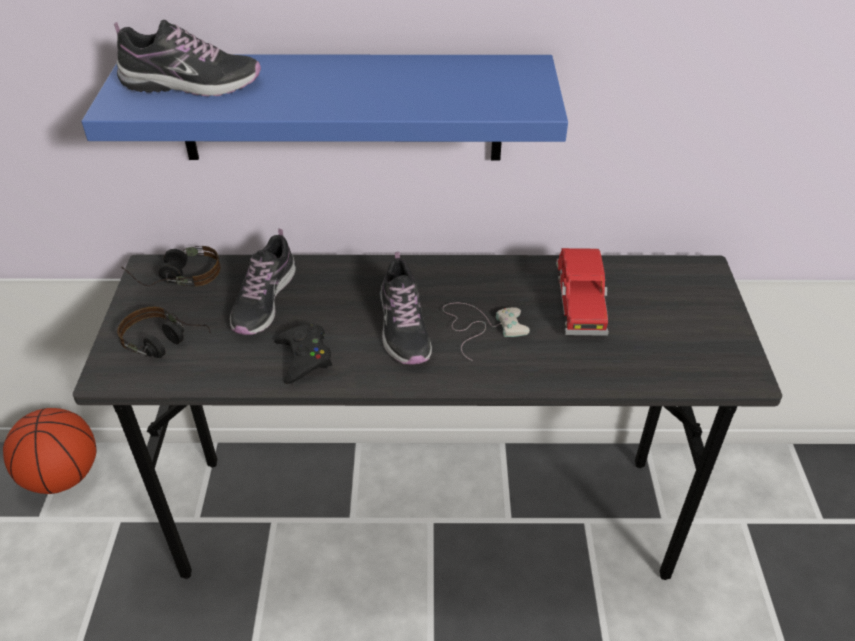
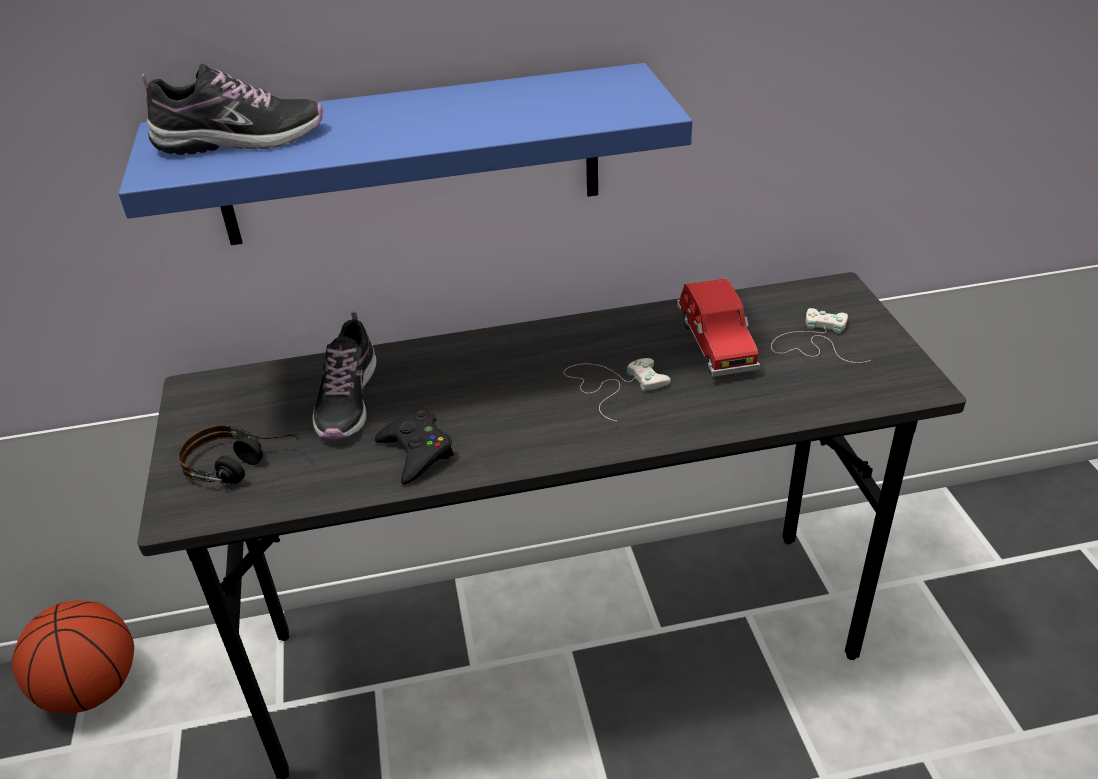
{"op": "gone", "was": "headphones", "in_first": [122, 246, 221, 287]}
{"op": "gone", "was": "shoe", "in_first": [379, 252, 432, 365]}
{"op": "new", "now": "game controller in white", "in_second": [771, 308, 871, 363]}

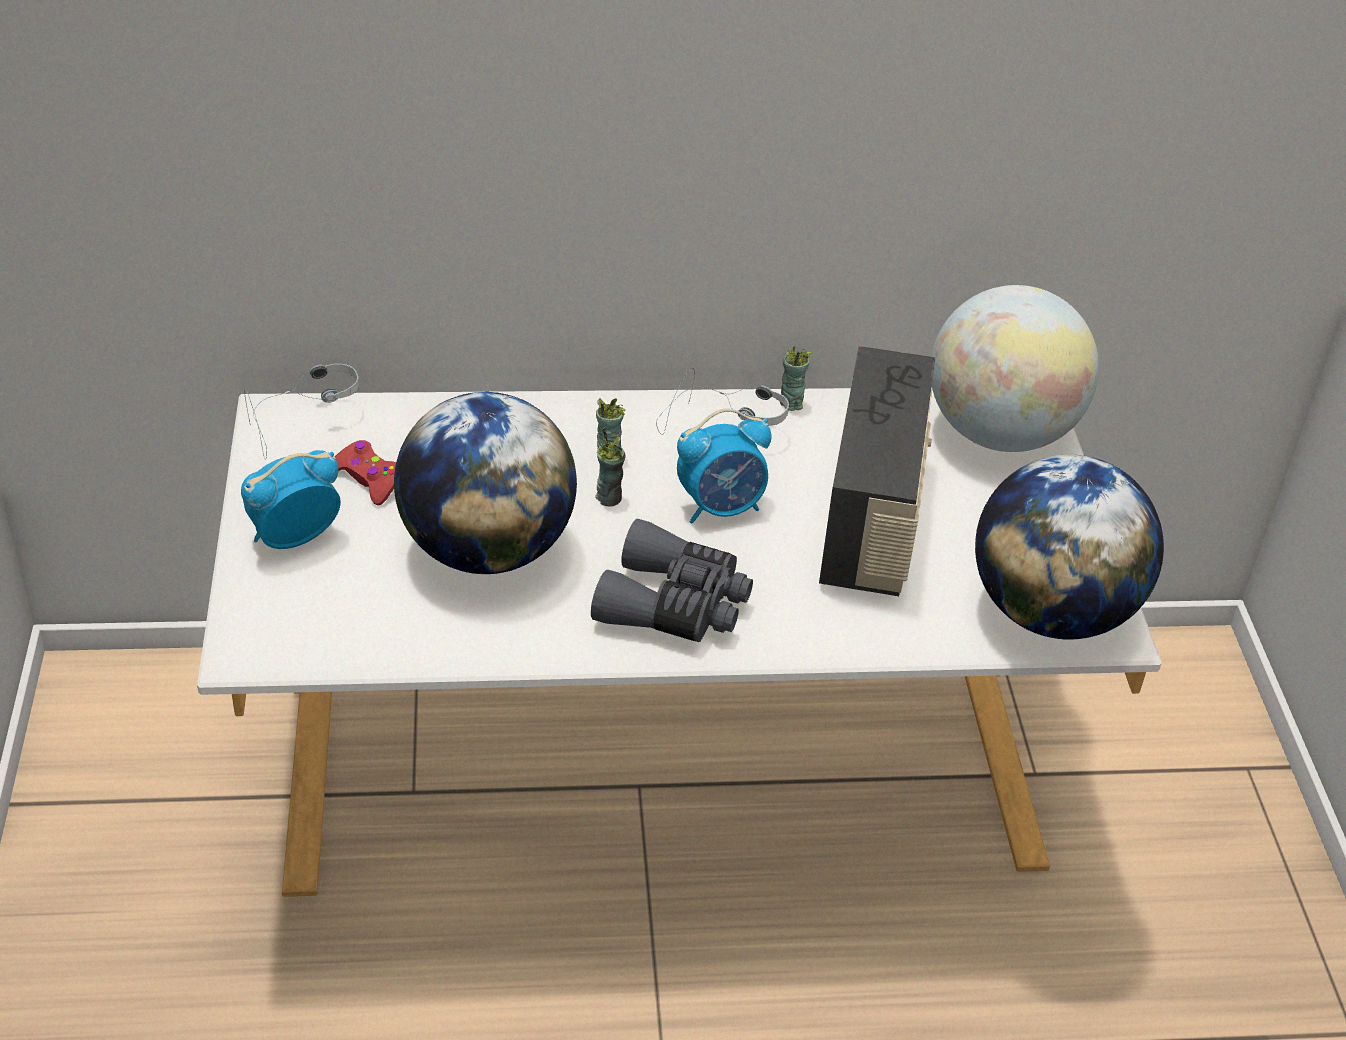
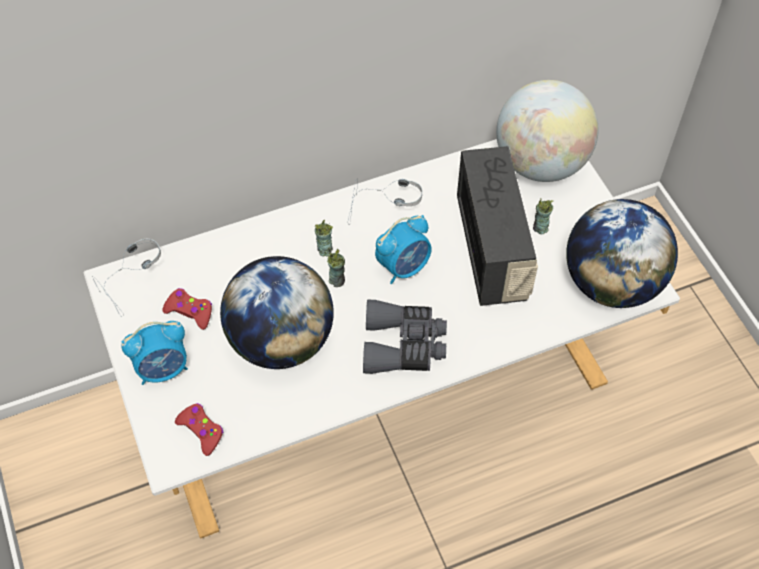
{"op": "rotated", "was": "alarm clock", "in_first": [241, 450, 341, 549], "in_second": [121, 321, 188, 385], "clockwise": -150}
{"op": "shifted", "was": "cup", "in_first": [780, 345, 812, 411], "in_second": [533, 199, 554, 234]}
{"op": "new", "now": "game controller in red", "in_second": [175, 403, 223, 456]}

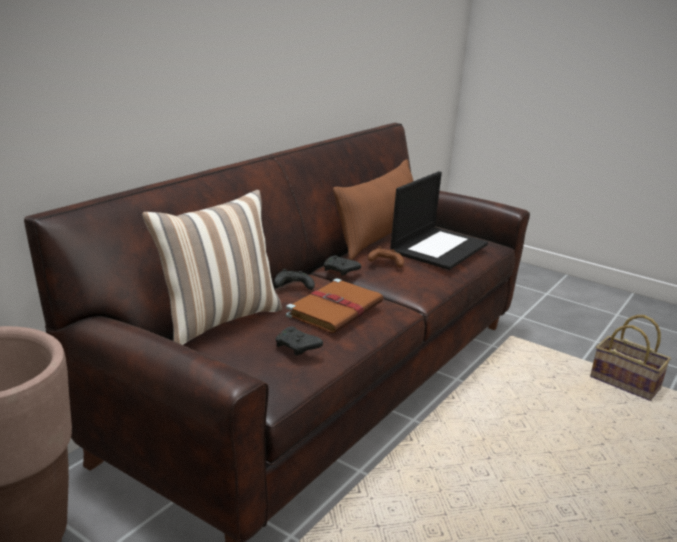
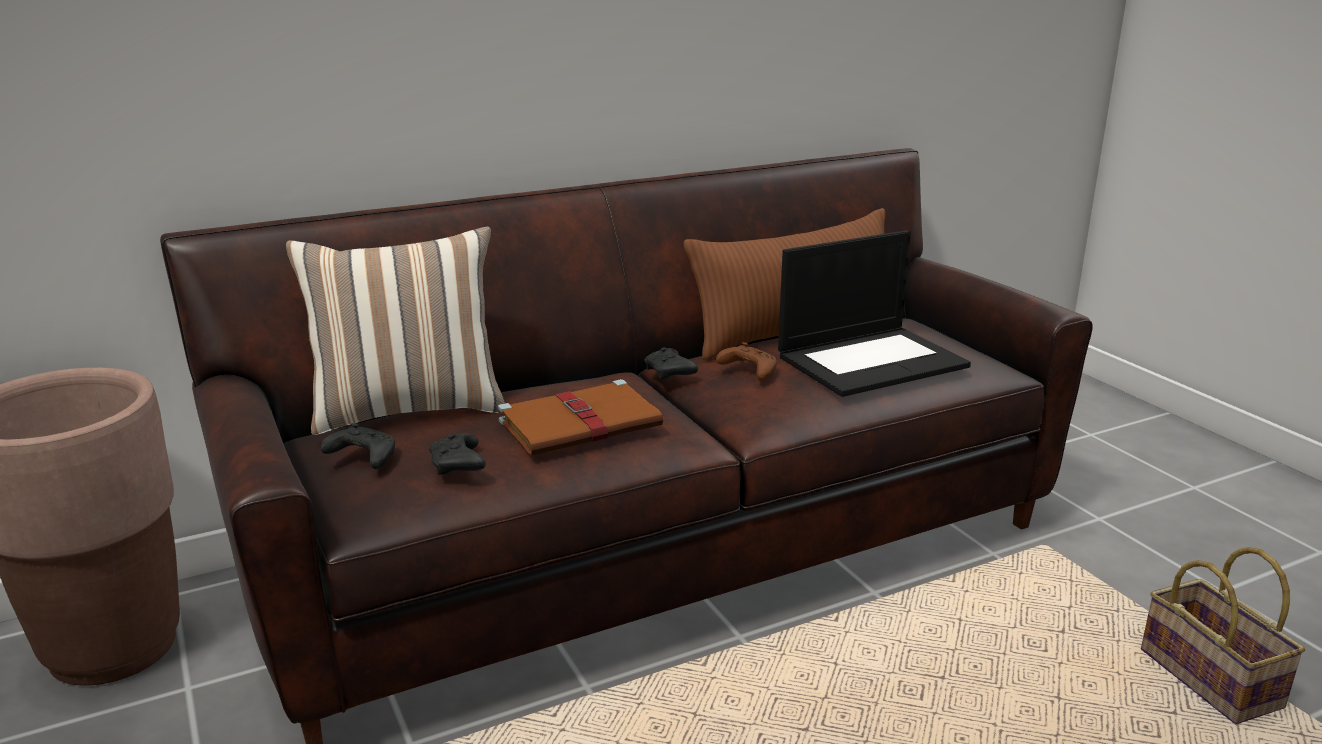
{"op": "shifted", "was": "game controller in black", "in_first": [274, 269, 315, 290], "in_second": [320, 423, 395, 469]}

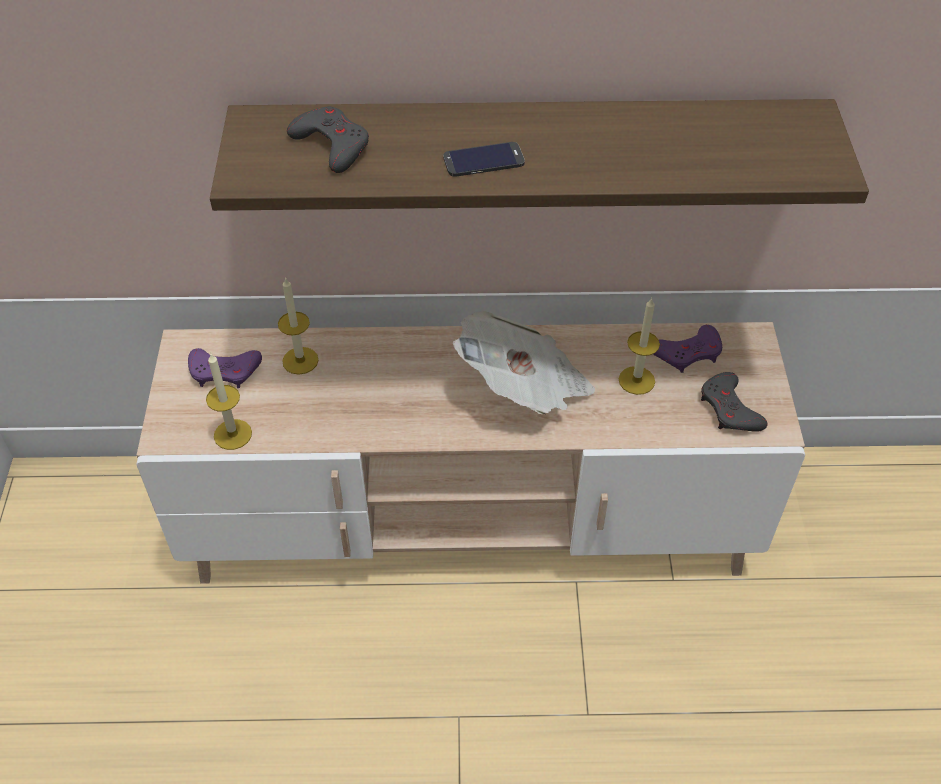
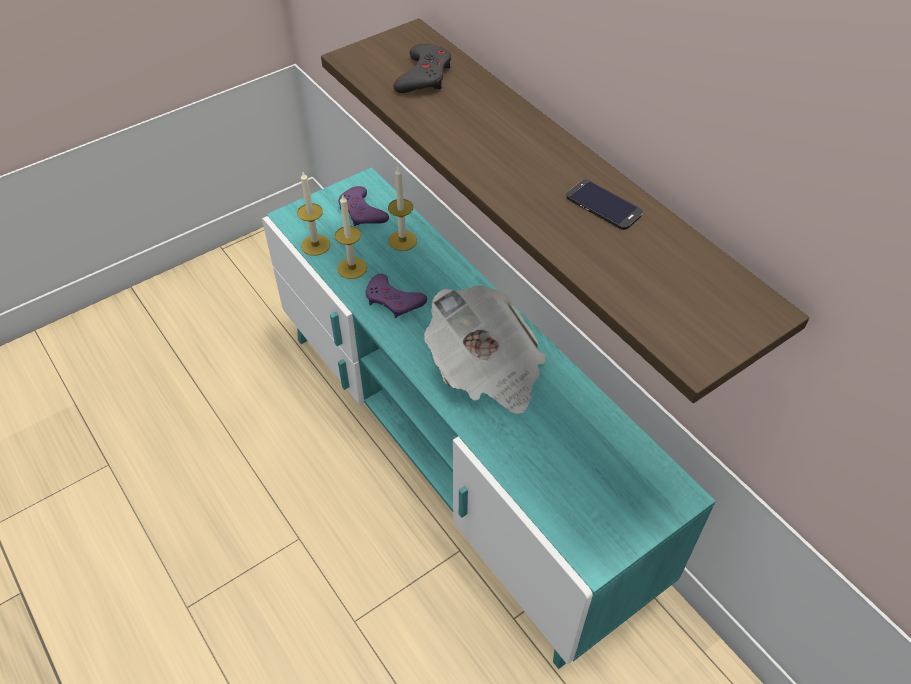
{"op": "repainted", "was": "tv stand in beige", "now": "tv stand in turquoise", "in_first": [137, 322, 805, 584], "in_second": [262, 167, 716, 669]}
{"op": "shifted", "was": "phone", "in_first": [443, 142, 525, 177], "in_second": [566, 180, 643, 230]}
{"op": "shifted", "was": "candle", "in_first": [619, 298, 660, 395], "in_second": [335, 194, 367, 279]}
{"op": "shifted", "was": "game controller in purple", "in_first": [654, 325, 722, 373], "in_second": [366, 274, 427, 318]}
{"op": "gone", "was": "game controller in grey", "in_first": [701, 372, 768, 432]}

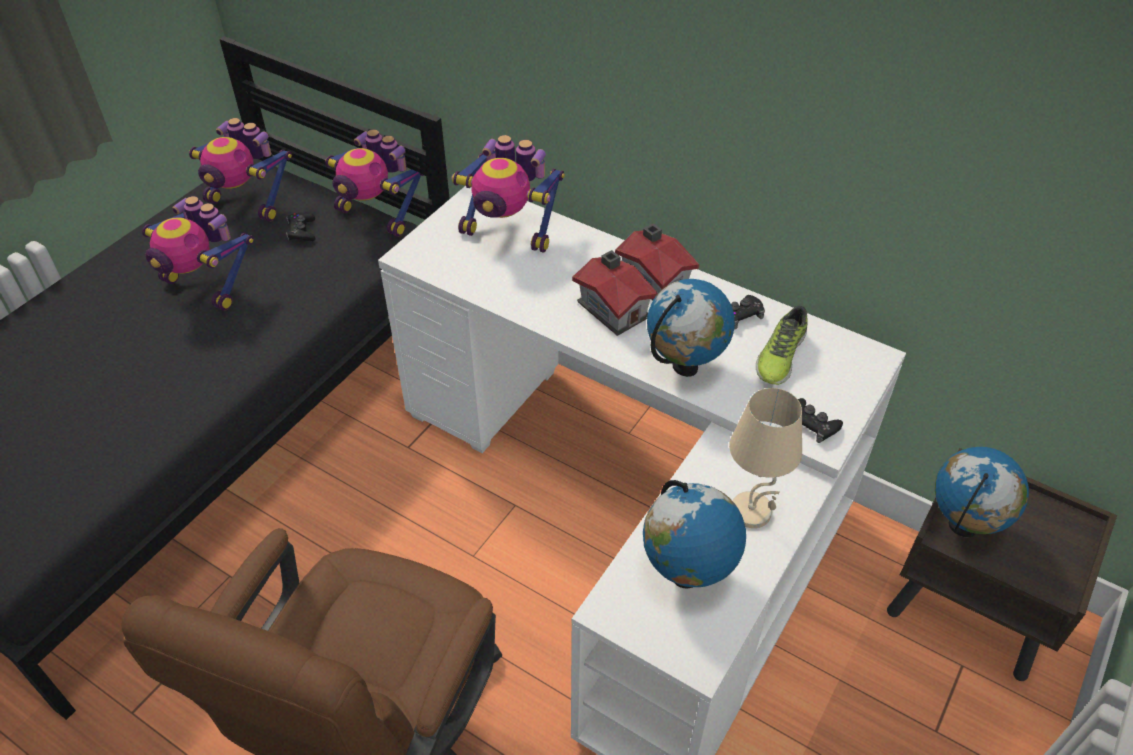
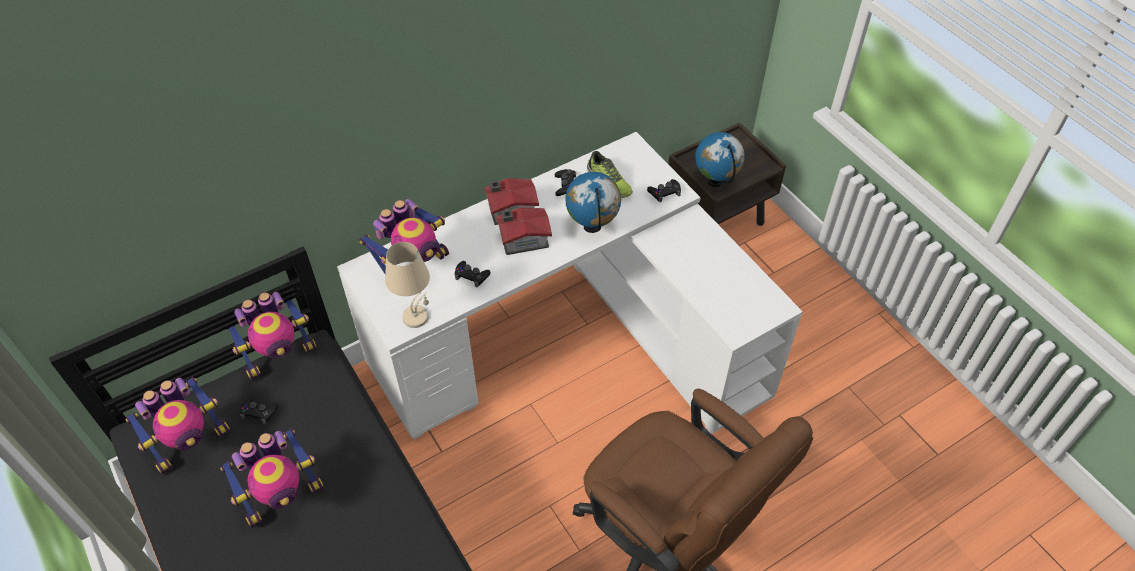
{"op": "gone", "was": "globe", "in_first": [643, 480, 746, 589]}
{"op": "shifted", "was": "table lamp in beige", "in_first": [729, 388, 802, 528], "in_second": [385, 242, 430, 328]}
{"op": "new", "now": "game controller in black", "in_second": [455, 261, 490, 287]}

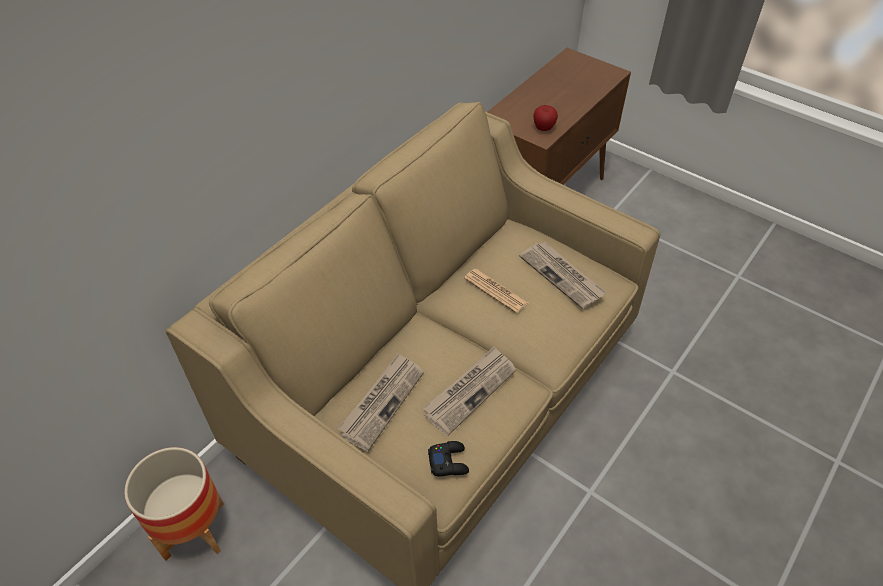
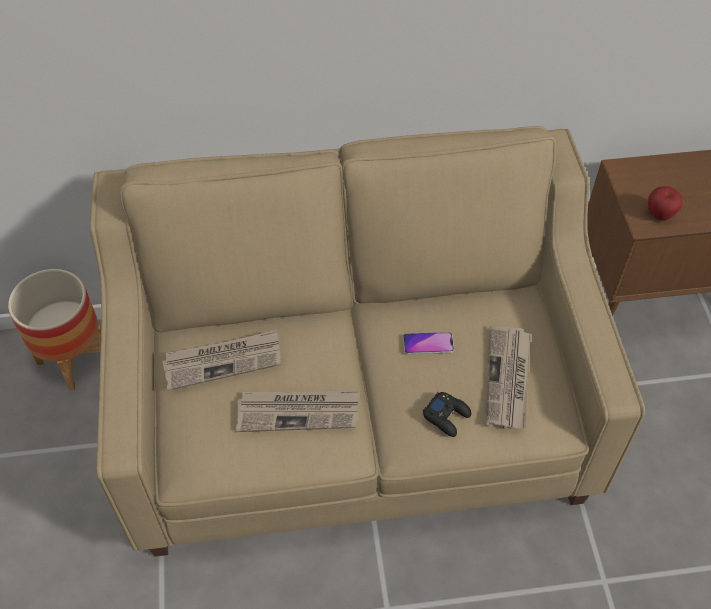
{"op": "shifted", "was": "game controller in black", "in_first": [428, 441, 469, 476], "in_second": [423, 392, 471, 437]}
{"op": "swapped", "was": "newspaper", "now": "phone", "in_first": [464, 269, 529, 313], "in_second": [403, 332, 454, 355]}

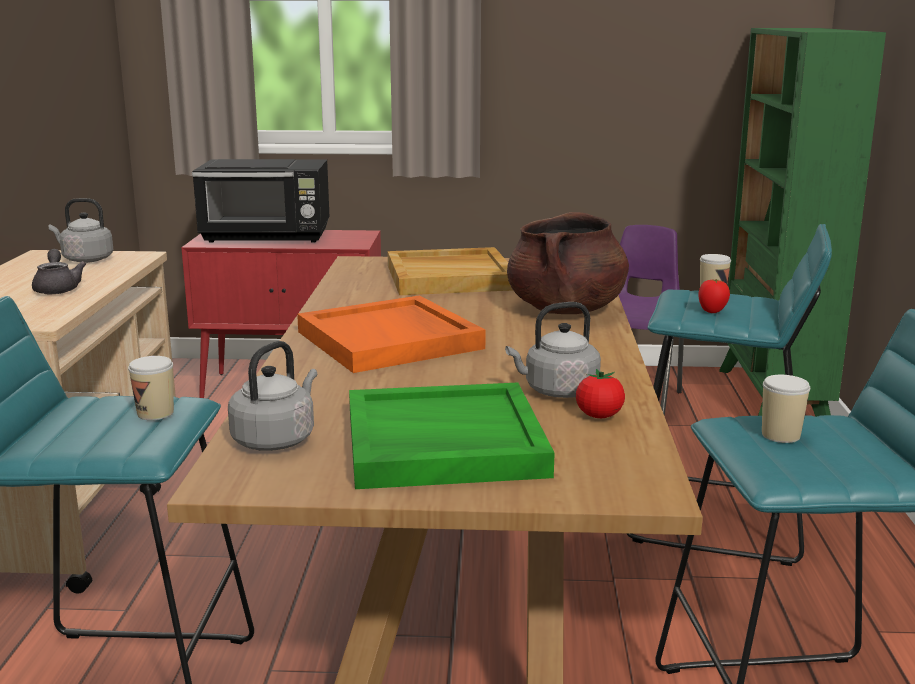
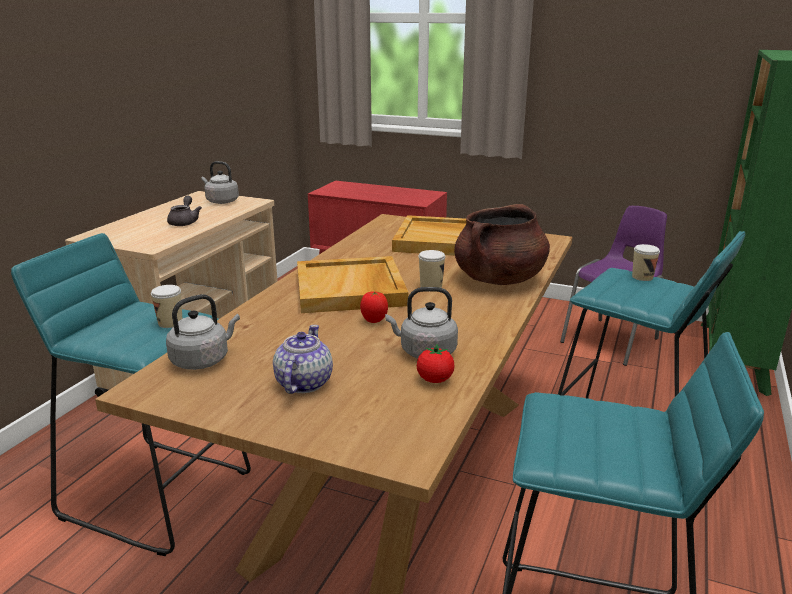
{"op": "gone", "was": "microwave in black", "in_first": [192, 159, 330, 243]}
{"op": "repainted", "was": "tray in orange", "now": "tray in beige", "in_first": [297, 295, 486, 373], "in_second": [297, 256, 409, 313]}
{"op": "swapped", "was": "tray in green", "now": "teapot", "in_first": [349, 383, 555, 489], "in_second": [273, 325, 333, 394]}
{"op": "shifted", "was": "tomato", "in_first": [698, 279, 730, 313], "in_second": [360, 291, 388, 323]}
{"op": "shifted", "was": "cup", "in_first": [762, 375, 810, 443], "in_second": [418, 250, 445, 288]}

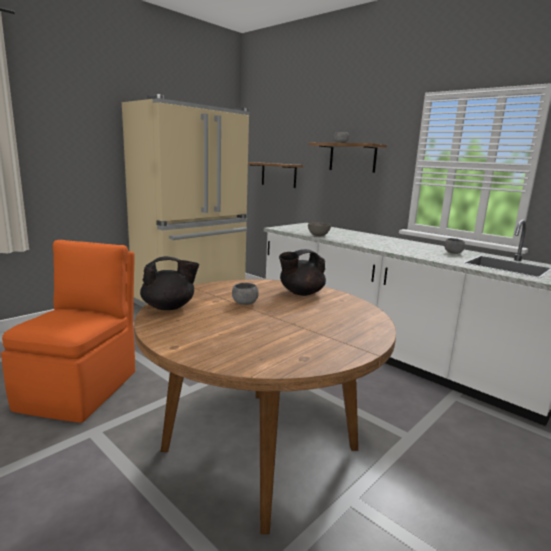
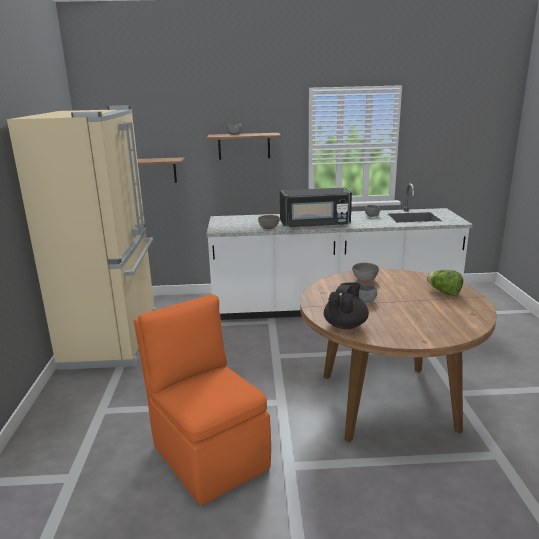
{"op": "swapped", "was": "teapot in black", "now": "bowl in grey", "in_first": [279, 249, 326, 296], "in_second": [352, 263, 379, 282]}
{"op": "new", "now": "microwave in black", "in_second": [280, 187, 352, 228]}
{"op": "new", "now": "lettuce", "in_second": [427, 270, 463, 296]}

